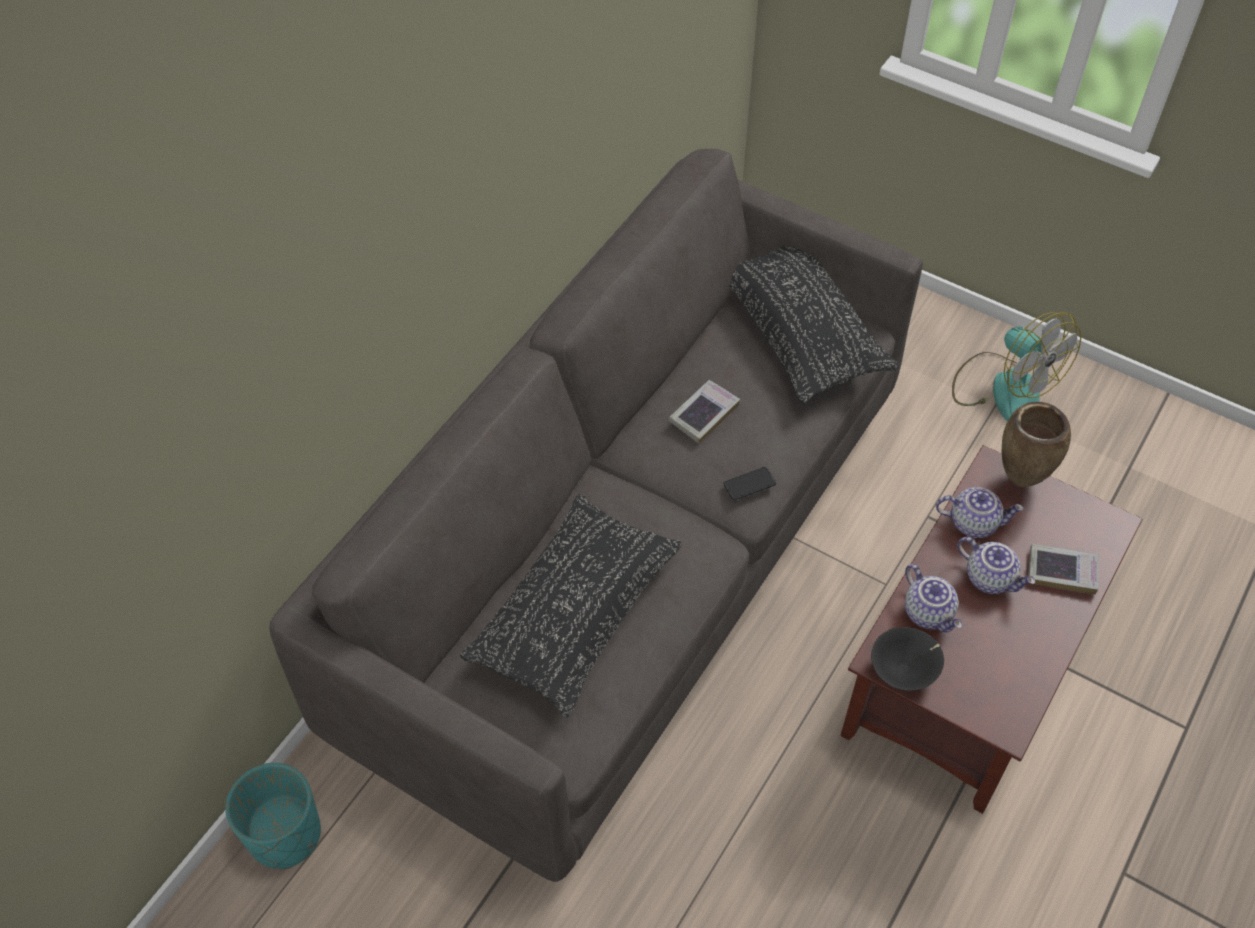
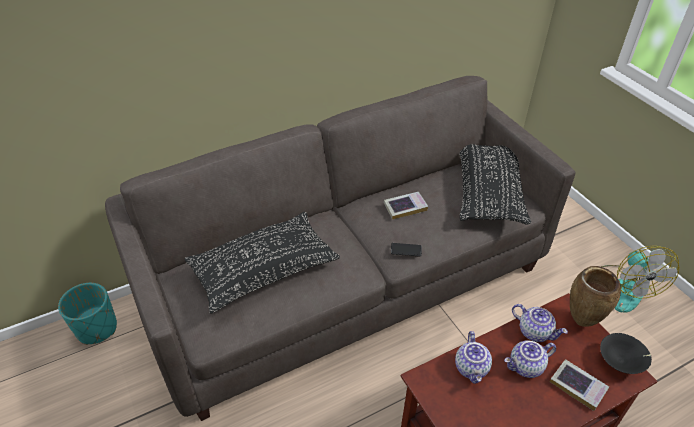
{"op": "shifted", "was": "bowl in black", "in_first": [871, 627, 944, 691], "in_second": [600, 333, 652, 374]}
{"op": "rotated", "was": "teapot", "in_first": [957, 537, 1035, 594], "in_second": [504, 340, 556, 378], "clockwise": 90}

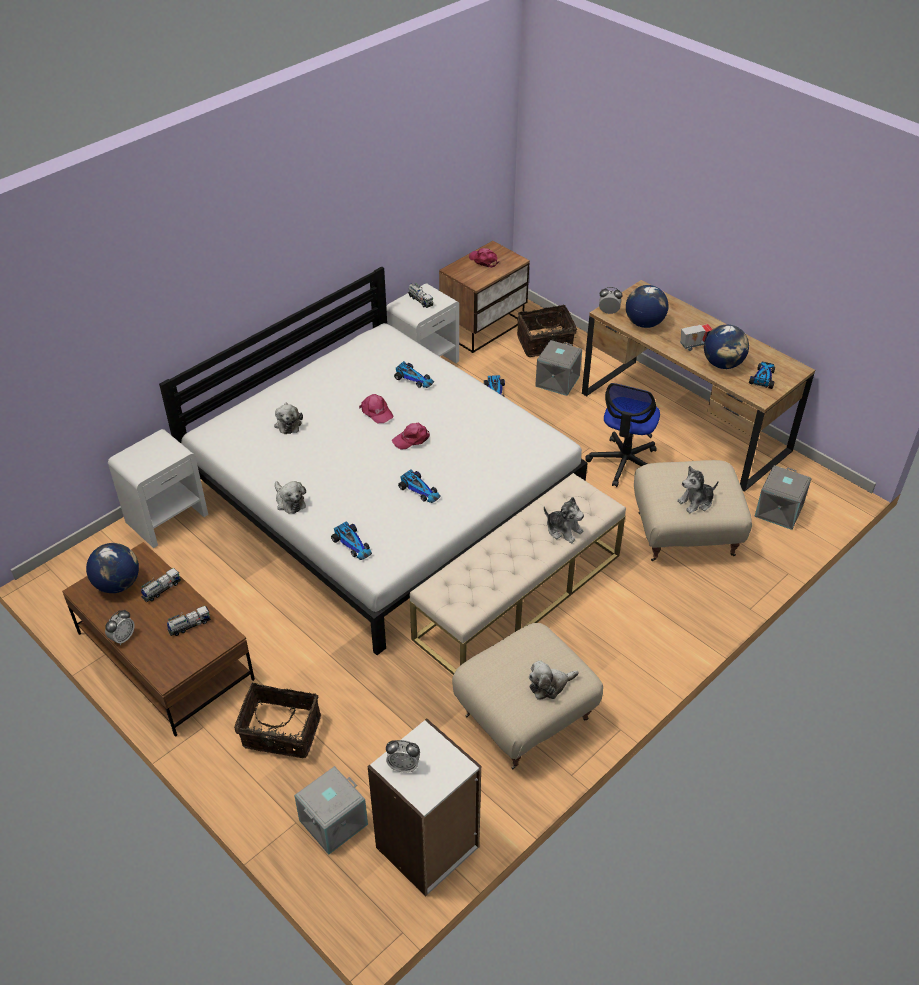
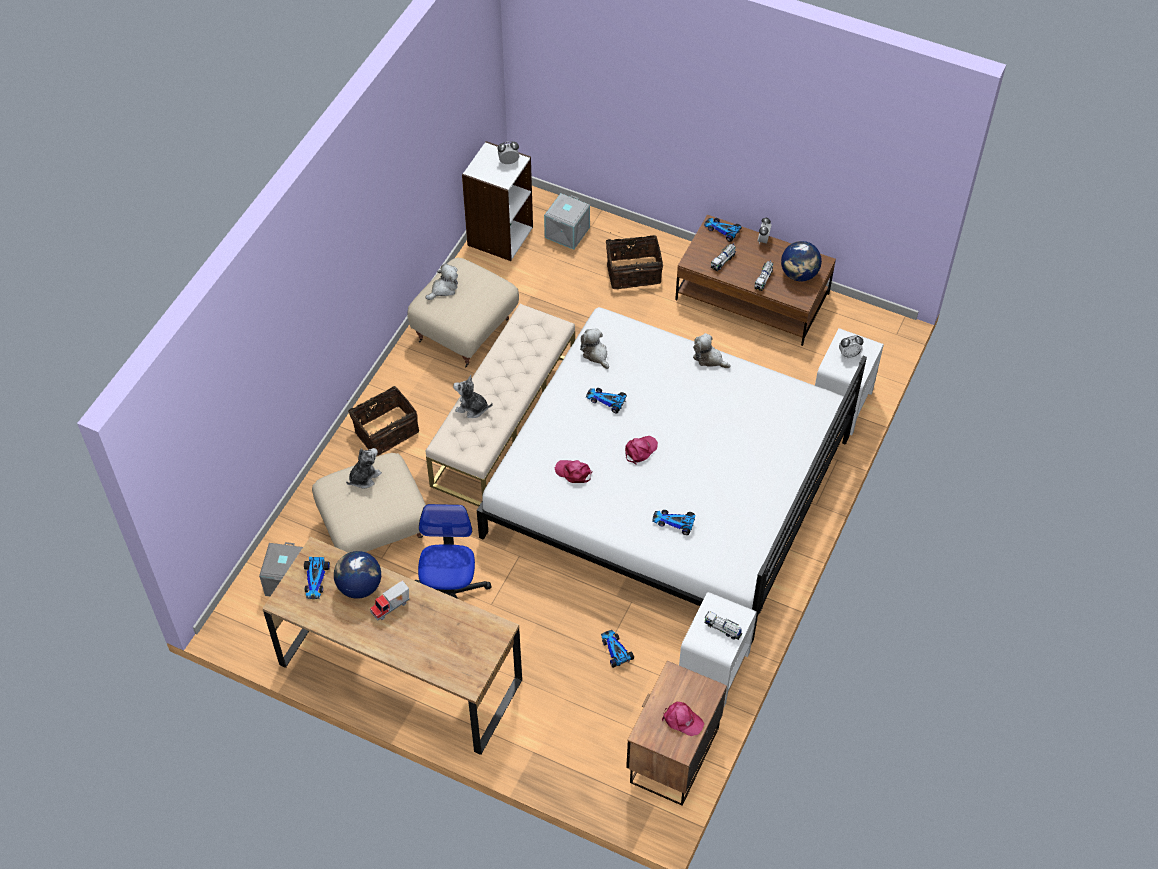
{"op": "shifted", "was": "plush toy", "in_first": [274, 403, 303, 434], "in_second": [580, 328, 609, 369]}
{"op": "shifted", "was": "toy car", "in_first": [331, 521, 372, 560], "in_second": [704, 218, 742, 242]}
{"op": "shifted", "was": "cap in pink", "in_first": [359, 394, 393, 423], "in_second": [555, 460, 592, 483]}
{"op": "shifted", "was": "basket", "in_first": [517, 305, 577, 357], "in_second": [347, 386, 419, 456]}
{"op": "gone", "was": "storage box in grey", "in_first": [535, 340, 582, 396]}
{"op": "shifted", "was": "alarm clock", "in_first": [599, 287, 622, 314], "in_second": [839, 336, 864, 359]}
{"op": "gone", "was": "globe", "in_first": [626, 285, 668, 328]}

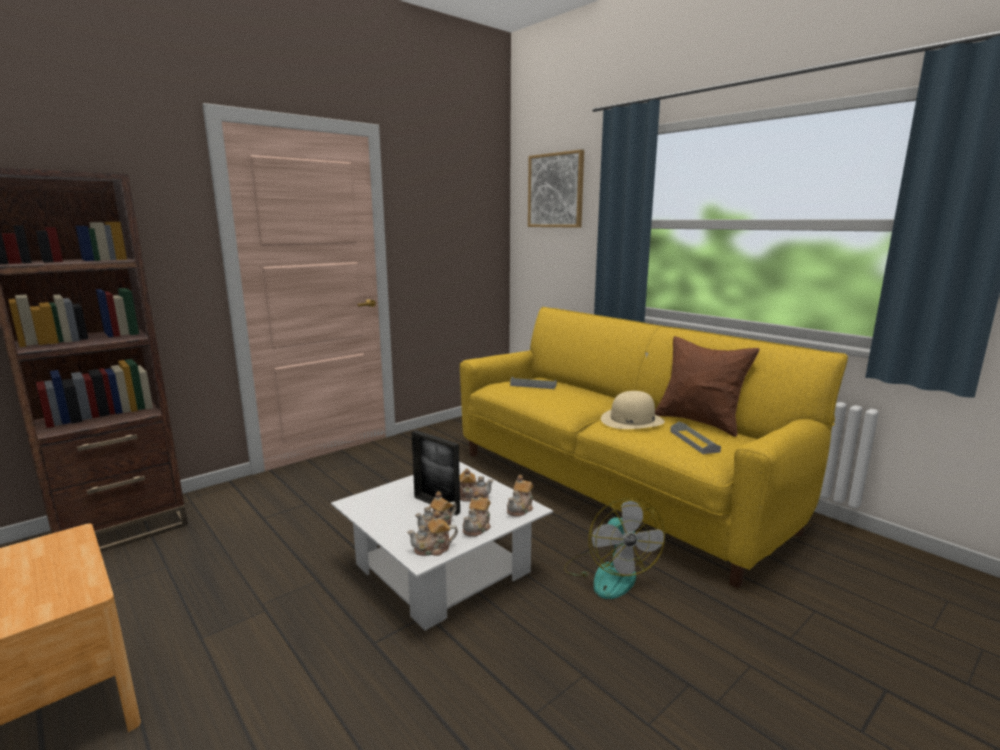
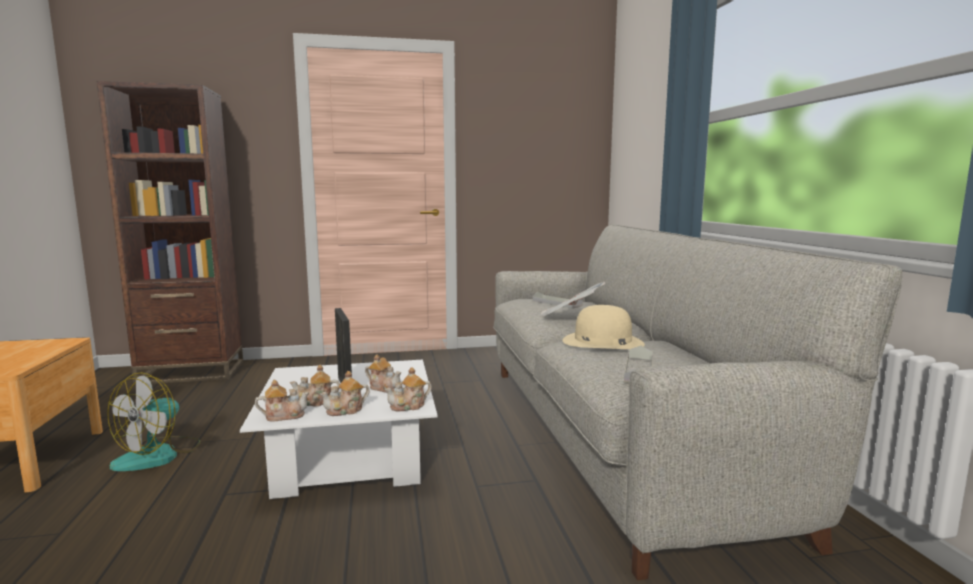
{"op": "rotated", "was": "teapot", "in_first": [407, 511, 458, 556], "in_second": [255, 380, 310, 421], "clockwise": 150}
{"op": "repainted", "was": "sofa in yellow", "now": "sofa in grey", "in_first": [460, 307, 848, 588], "in_second": [493, 224, 903, 580]}
{"op": "gone", "was": "picture", "in_first": [528, 150, 584, 228]}
{"op": "shifted", "was": "fan", "in_first": [564, 498, 665, 599], "in_second": [107, 372, 201, 471]}
{"op": "gone", "was": "pillow in brown", "in_first": [655, 336, 759, 437]}
{"op": "new", "now": "newspaper", "in_second": [541, 282, 605, 316]}

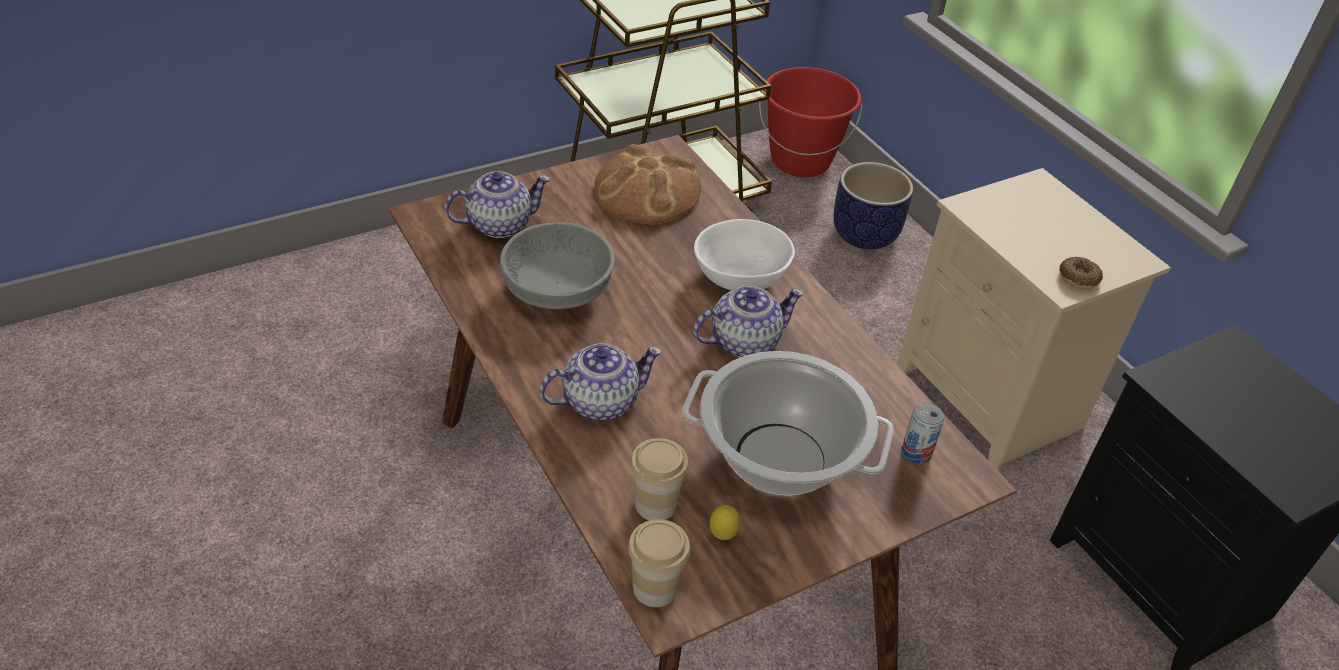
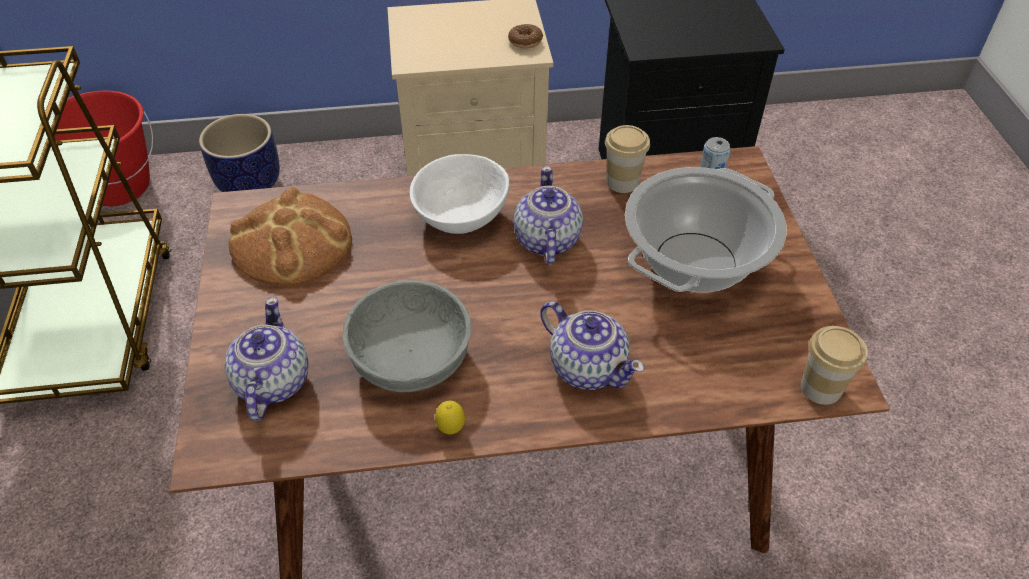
{"op": "rotated", "was": "teapot", "in_first": [539, 343, 662, 421], "in_second": [540, 301, 645, 390], "clockwise": 135}
{"op": "shifted", "was": "cup", "in_first": [630, 438, 689, 520], "in_second": [605, 125, 650, 193]}
{"op": "shifted", "was": "lemon", "in_first": [709, 505, 740, 540], "in_second": [435, 401, 465, 434]}

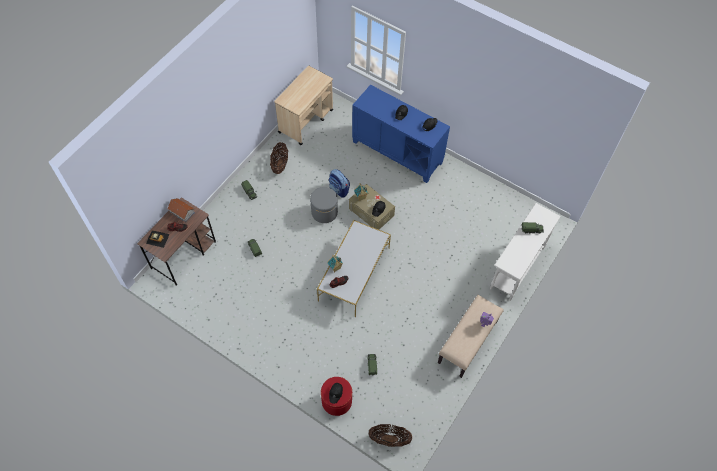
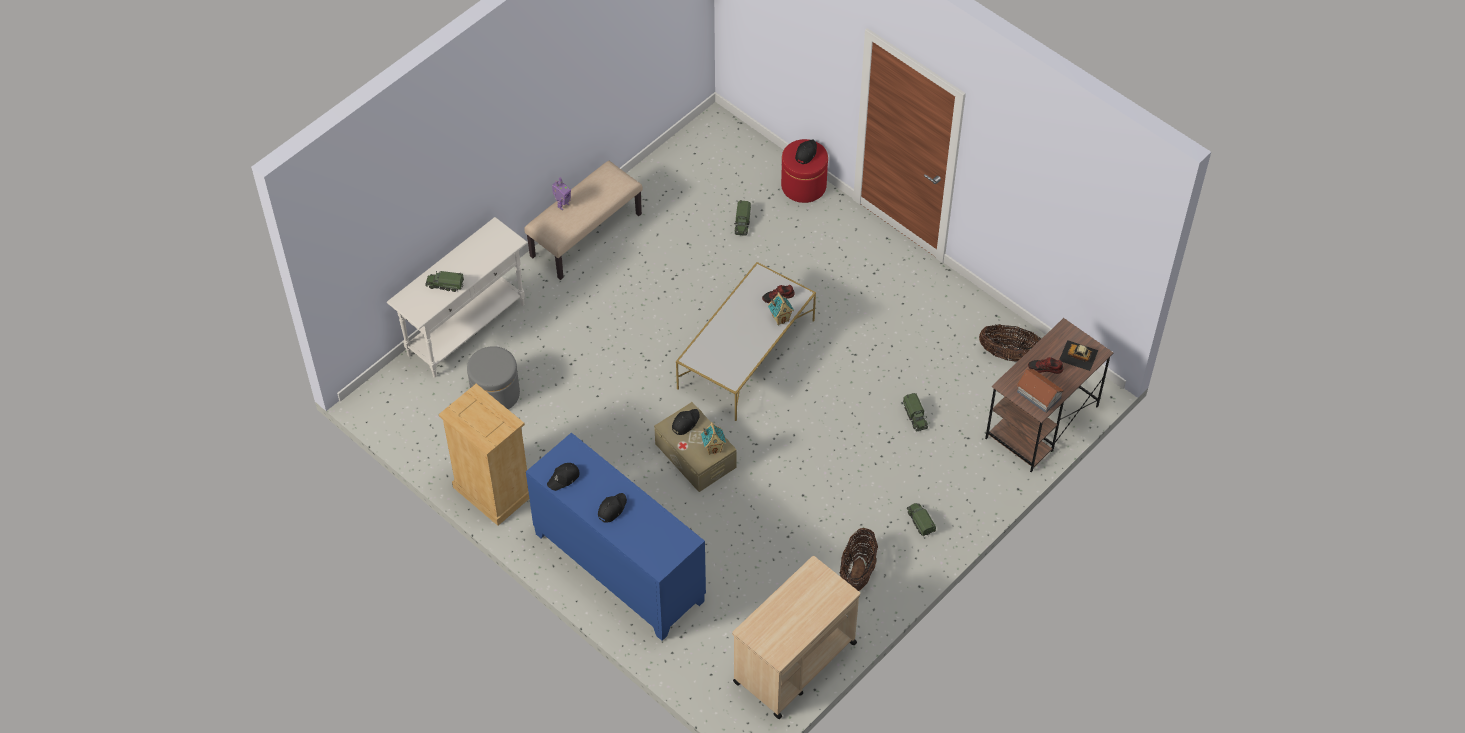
{"op": "shifted", "was": "ottoman in grey", "in_first": [310, 187, 338, 223], "in_second": [467, 346, 520, 410]}
{"op": "gone", "was": "backpack", "in_first": [329, 169, 350, 198]}
{"op": "shifted", "was": "basket", "in_first": [369, 424, 412, 447], "in_second": [979, 324, 1041, 362]}
{"op": "new", "now": "dresser in beige", "in_second": [439, 384, 529, 526]}

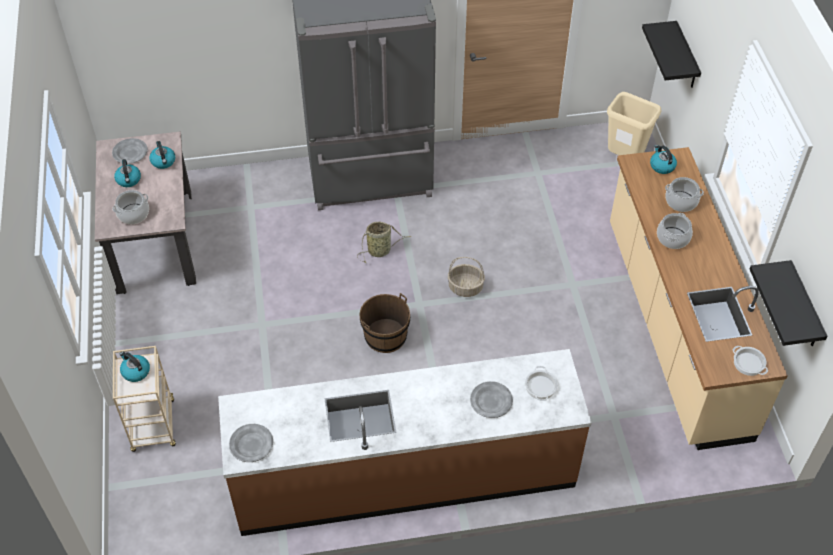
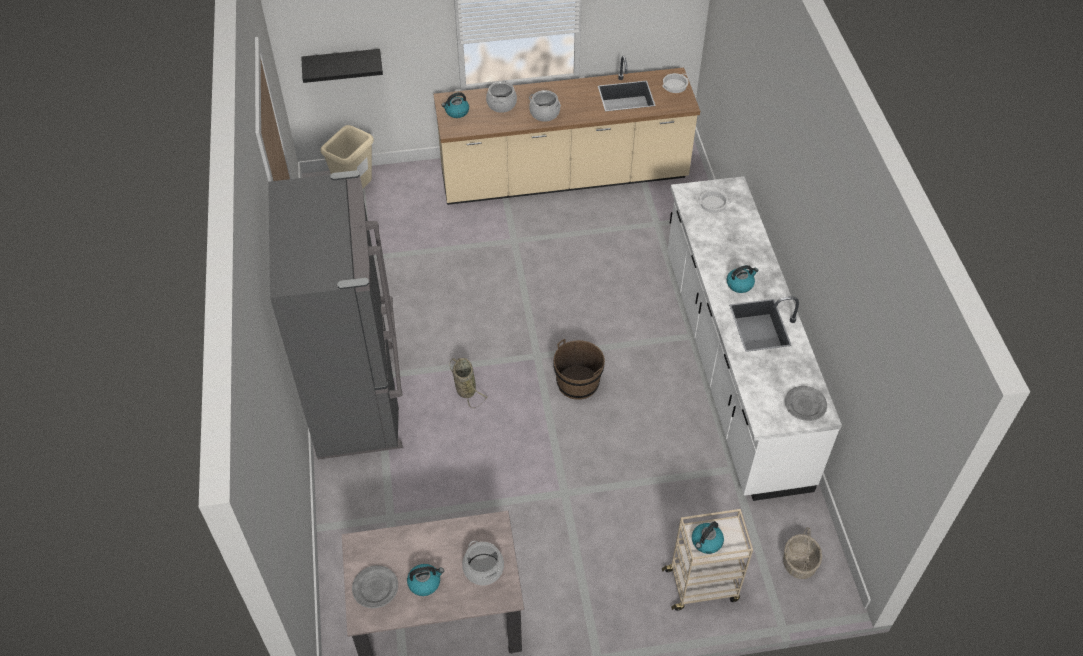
{"op": "shifted", "was": "kettle", "in_first": [149, 141, 175, 169], "in_second": [727, 265, 759, 293]}
{"op": "repainted", "was": "counter in brown", "now": "counter in white", "in_first": [218, 349, 592, 536], "in_second": [667, 176, 842, 501]}
{"op": "shifted", "was": "basket", "in_first": [448, 257, 485, 297], "in_second": [783, 527, 822, 579]}
{"op": "gone", "was": "plate in grey", "in_first": [470, 381, 513, 418]}
{"op": "gone", "was": "shelf in black", "in_first": [750, 260, 827, 346]}

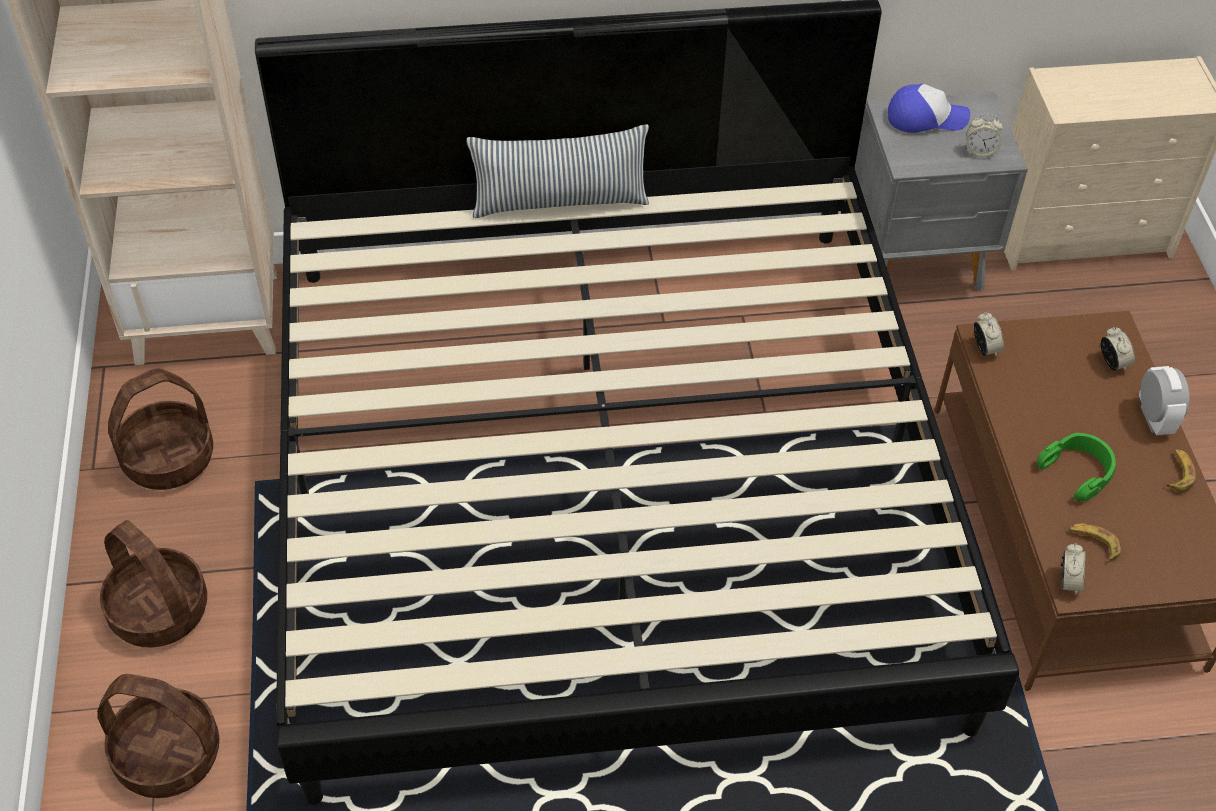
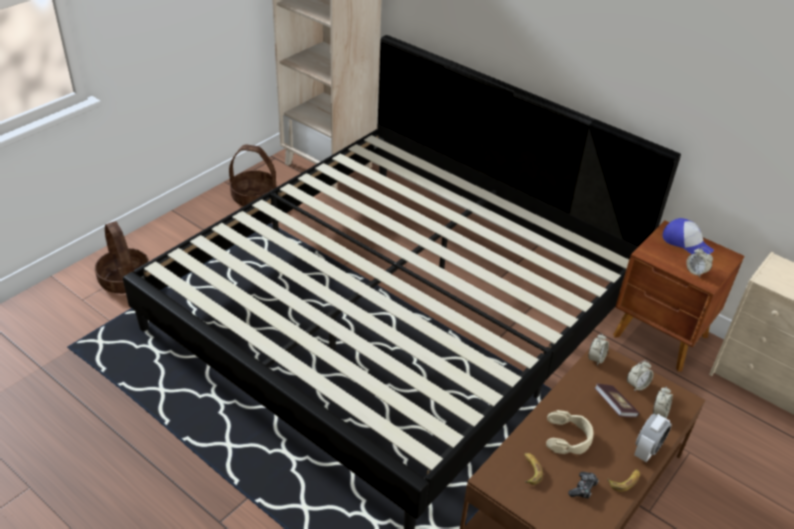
{"op": "gone", "was": "basket", "in_first": [100, 520, 207, 648]}
{"op": "gone", "was": "pillow", "in_first": [466, 124, 649, 218]}
{"op": "repainted", "was": "nightstand in grey", "now": "nightstand in brown", "in_first": [855, 92, 1028, 291], "in_second": [613, 220, 744, 372]}
{"op": "repainted", "was": "headphones in green", "now": "headphones in beige", "in_first": [1037, 433, 1116, 501], "in_second": [546, 410, 593, 454]}
{"op": "shifted", "was": "alarm clock", "in_first": [1060, 543, 1085, 595], "in_second": [627, 360, 653, 392]}
{"op": "new", "now": "game controller", "in_second": [568, 472, 599, 499]}
{"op": "new", "now": "book", "in_second": [594, 384, 639, 418]}

